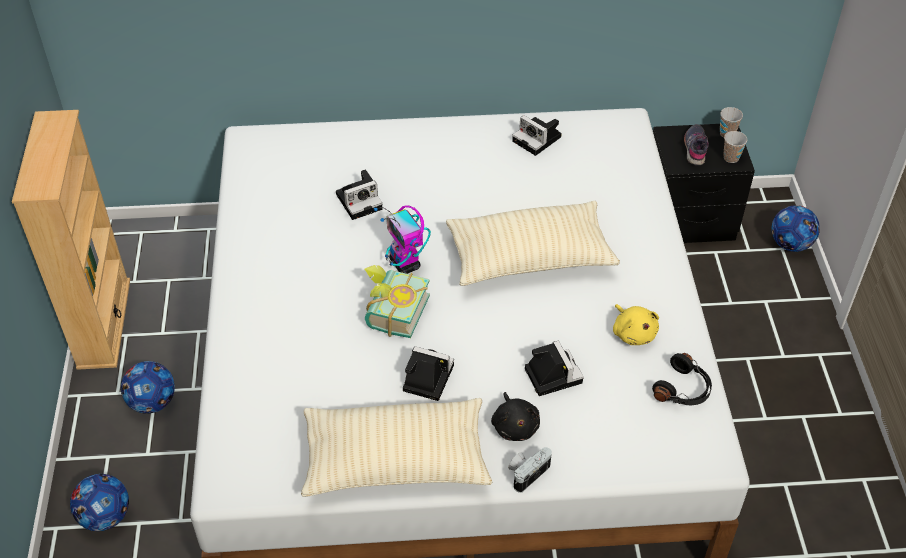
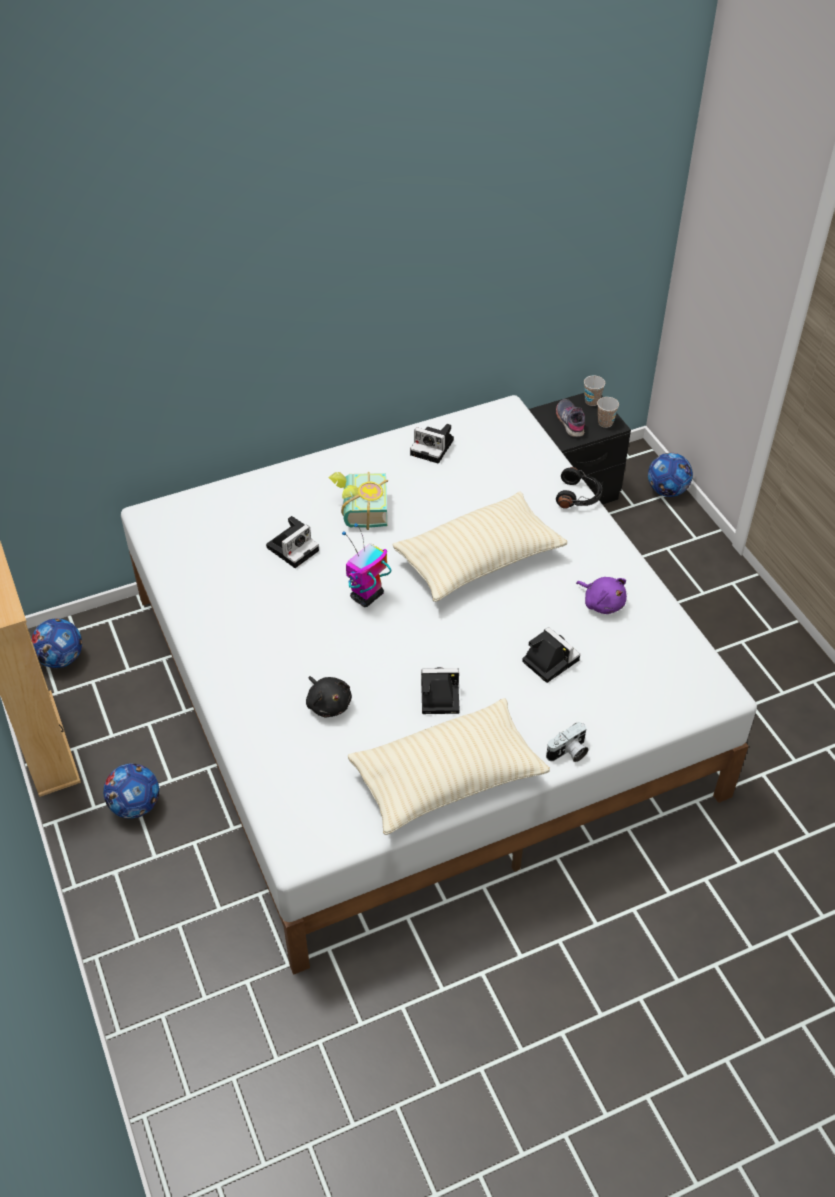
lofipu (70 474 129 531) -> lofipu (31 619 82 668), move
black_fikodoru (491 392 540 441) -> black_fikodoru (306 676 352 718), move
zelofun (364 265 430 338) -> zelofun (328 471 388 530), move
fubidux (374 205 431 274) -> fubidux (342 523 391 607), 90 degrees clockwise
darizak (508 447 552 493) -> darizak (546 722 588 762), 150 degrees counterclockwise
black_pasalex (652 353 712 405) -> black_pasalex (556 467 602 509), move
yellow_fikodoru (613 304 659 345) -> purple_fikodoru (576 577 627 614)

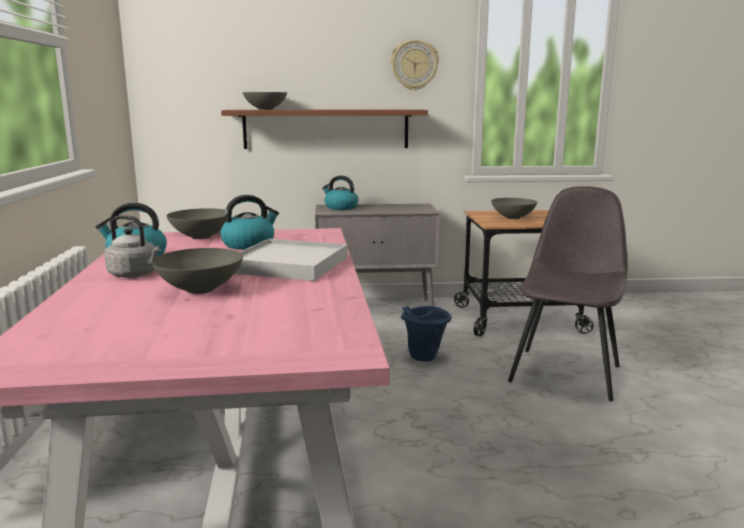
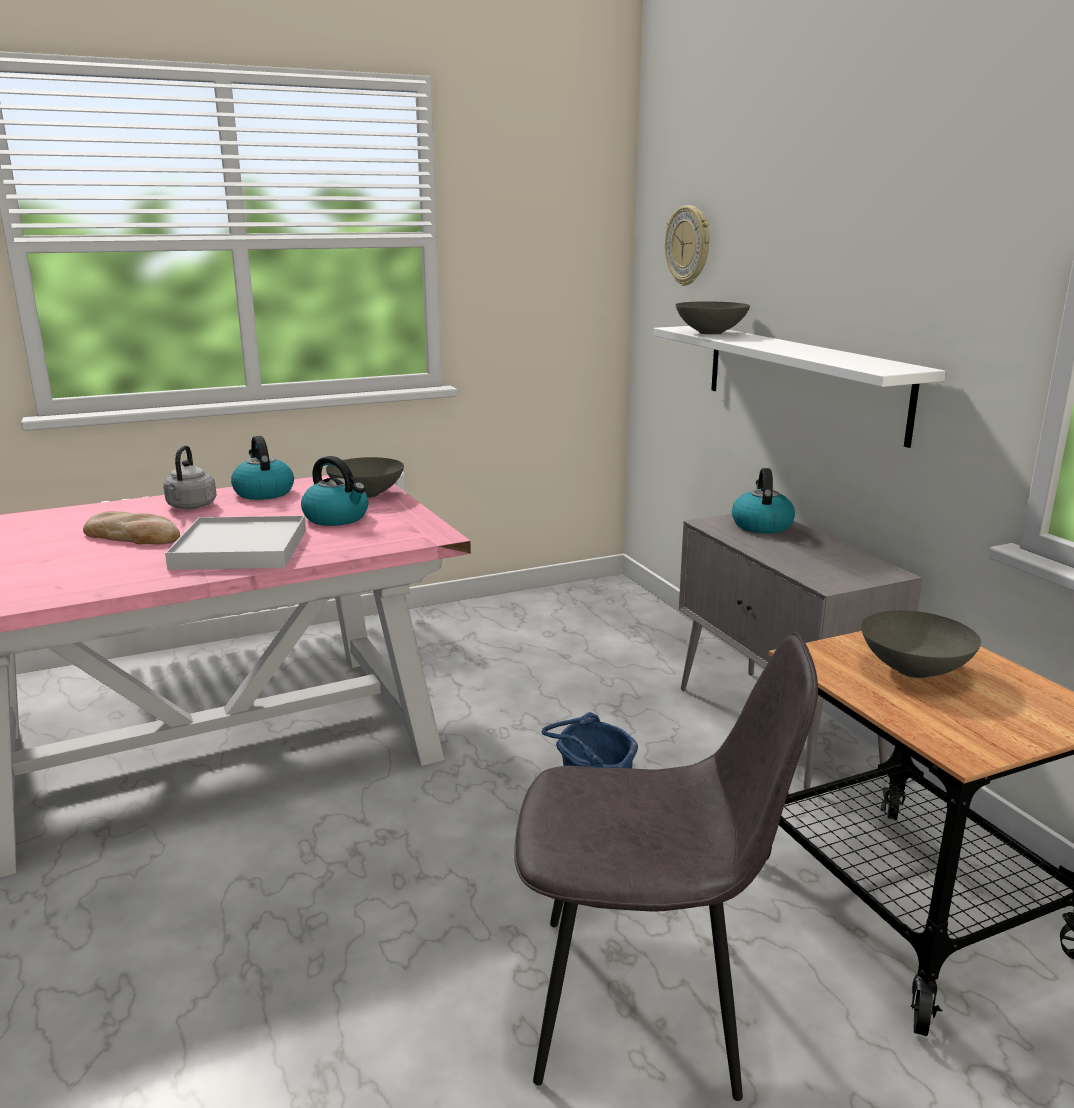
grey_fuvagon (152 248 243 294) -> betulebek (83 511 180 544)
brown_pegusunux (221 110 428 149) -> white_pegusunux (654 326 946 448)
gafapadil (391 39 439 90) -> gafapadil (665 205 710 286), move

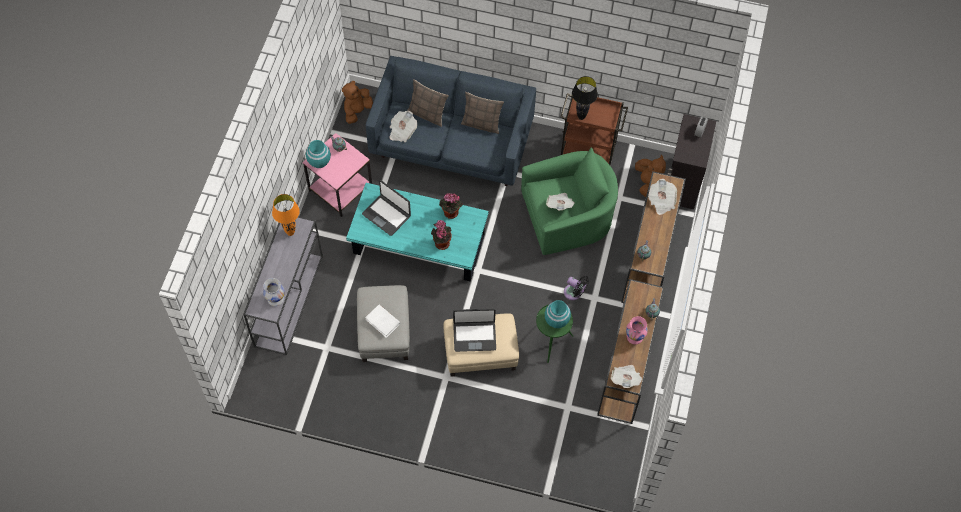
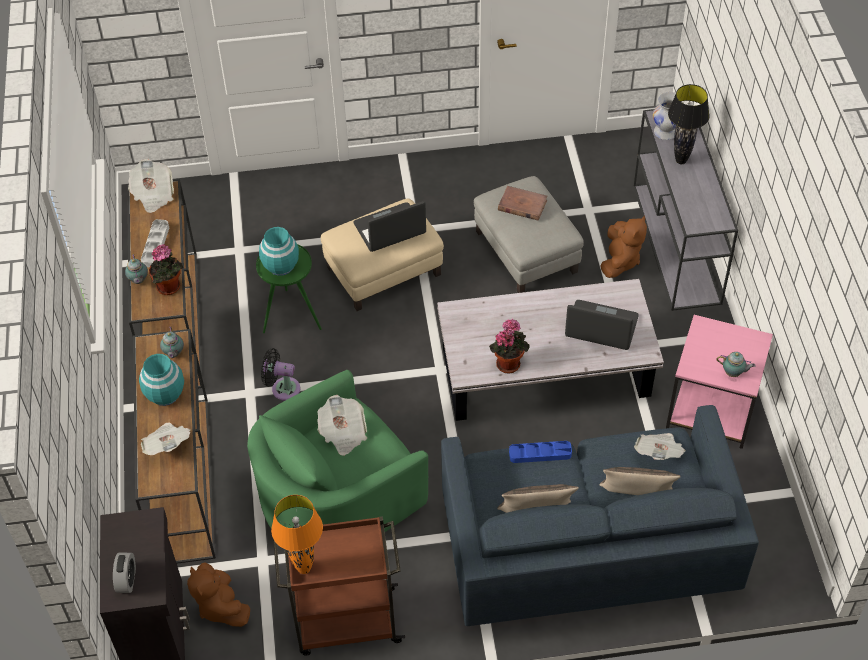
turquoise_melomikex (306 140 331 168) -> turquoise_melomikex (139 354 184 406), move
pink_melomikex (626 316 648 344) -> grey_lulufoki (141 219 169 267)
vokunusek (431 220 452 250) -> vokunusek (149 244 183 295), move
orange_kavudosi (272 194 300 236) -> orange_kavudosi (271 495 323 574), move
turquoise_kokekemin (346 183 489 282) -> white_kokekemin (437 279 664 421)
white_zelofun (365 304 401 338) -> brown_zelofun (498 186 547 221)
none -> blue_lulufoki (509 441 572 463)
brown_fikodoru (342 81 373 124) -> brown_fikodoru (600 215 647 278), move
black_kavudosi (572 76 598 120) -> black_kavudosi (668 84 710 164), move

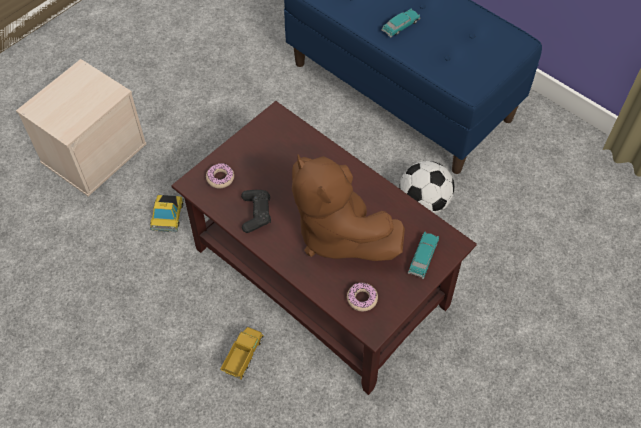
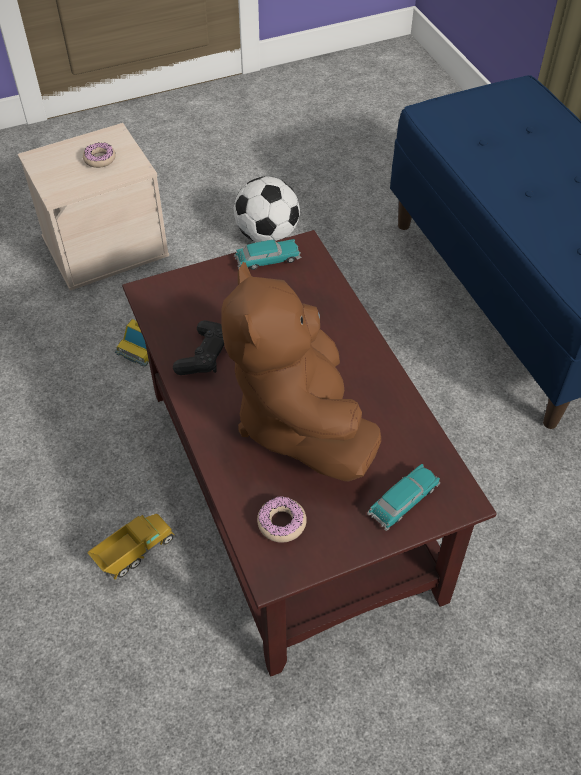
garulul (206 163 234 188) -> garulul (83 143 116 168), move
lofipu (399 161 455 214) -> lofipu (234 177 300 242), move
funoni (381 8 420 38) -> funoni (234 239 301 270), move

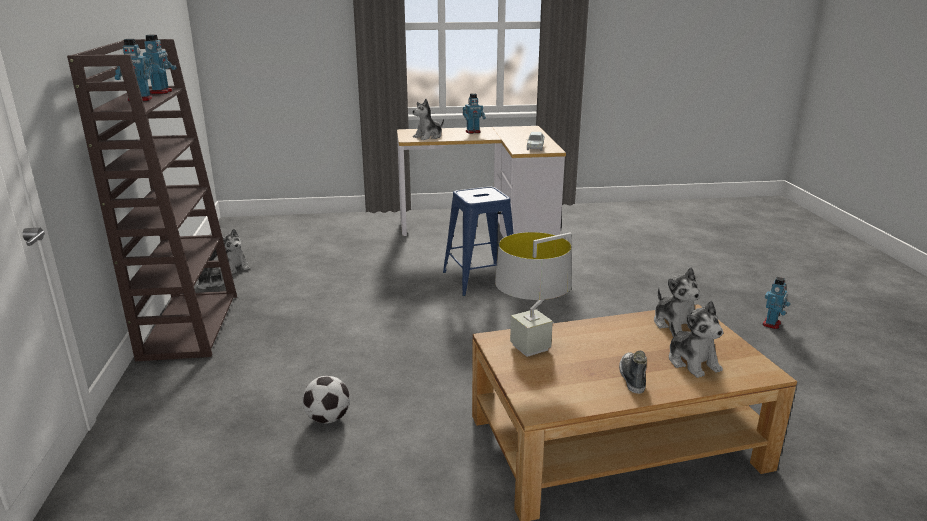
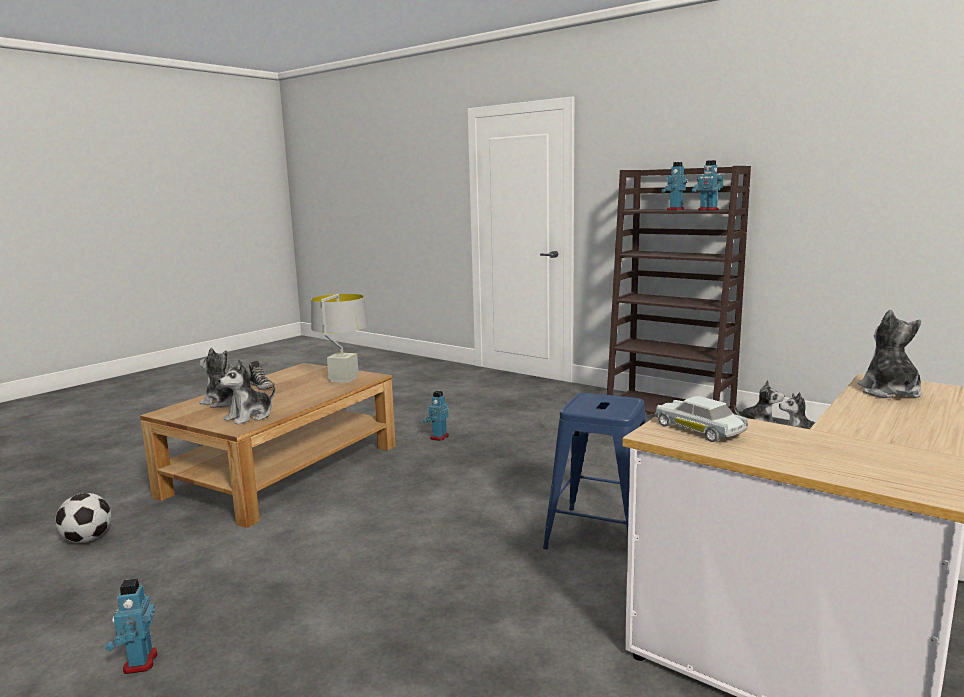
lofipu (302 376 350 423) -> lofipu (55 493 111 543), move
fikodoru (654 267 700 334) -> fikodoru (218 360 275 425), 75 degrees counterclockwise
fubidux (463 93 486 134) -> fubidux (423 391 449 441), move

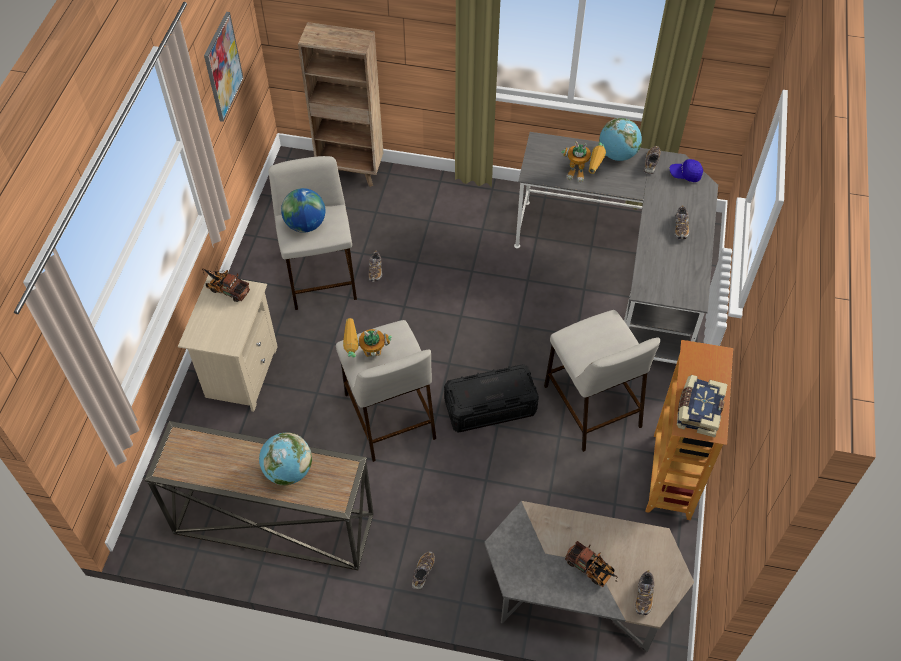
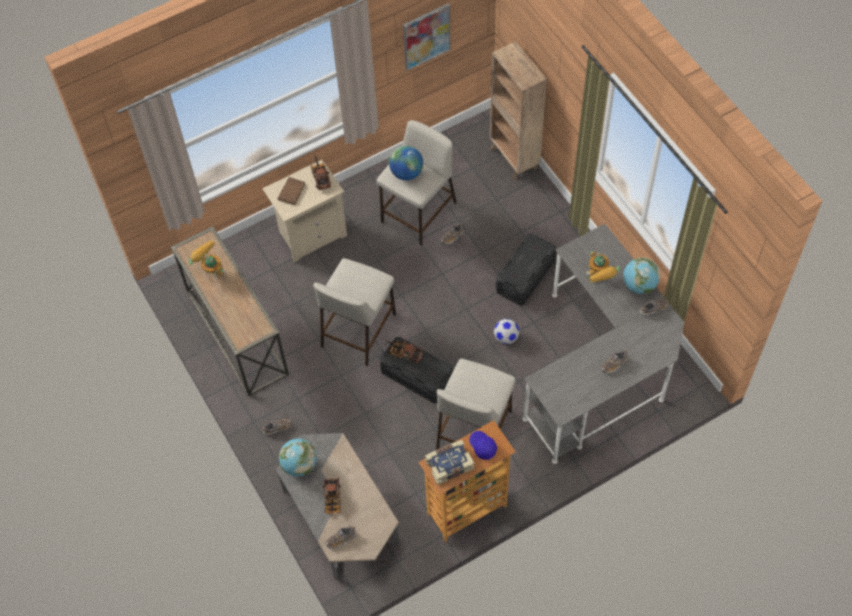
fubidux (343 318 392 358) -> fubidux (189 240 226 277), move
none -> brown_zelofun (277 177 305 205)
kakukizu (259 432 312 486) -> kakukizu (279 439 317 476), move
none -> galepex (386 340 423 364)
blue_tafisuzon (669 159 703 182) -> blue_tafisuzon (469 431 497 460), move
none -> lofipu (494 319 519 344)
none -> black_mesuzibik (496 234 556 306)

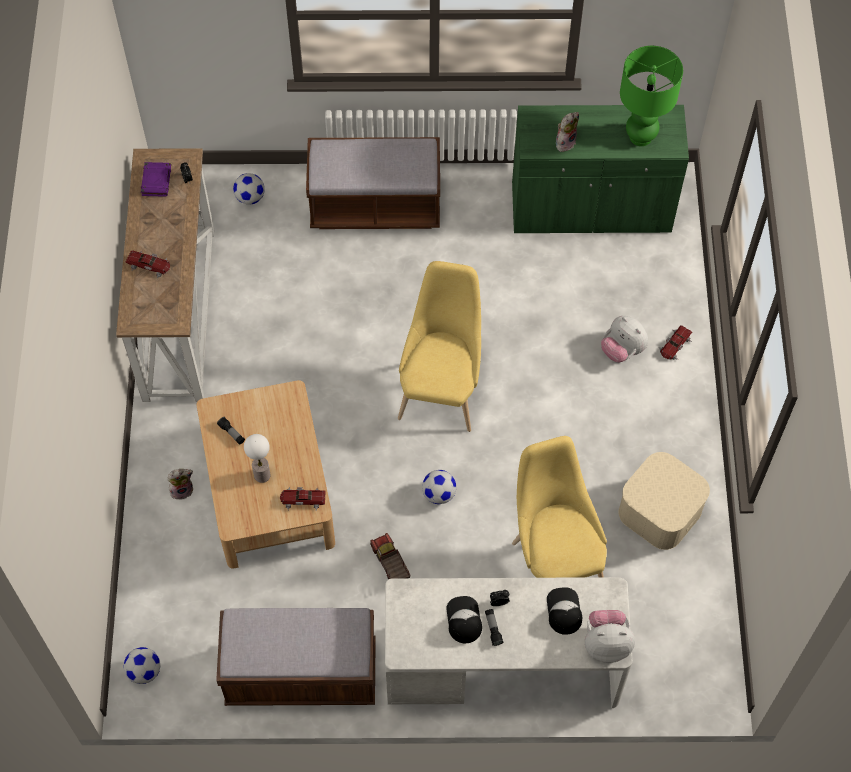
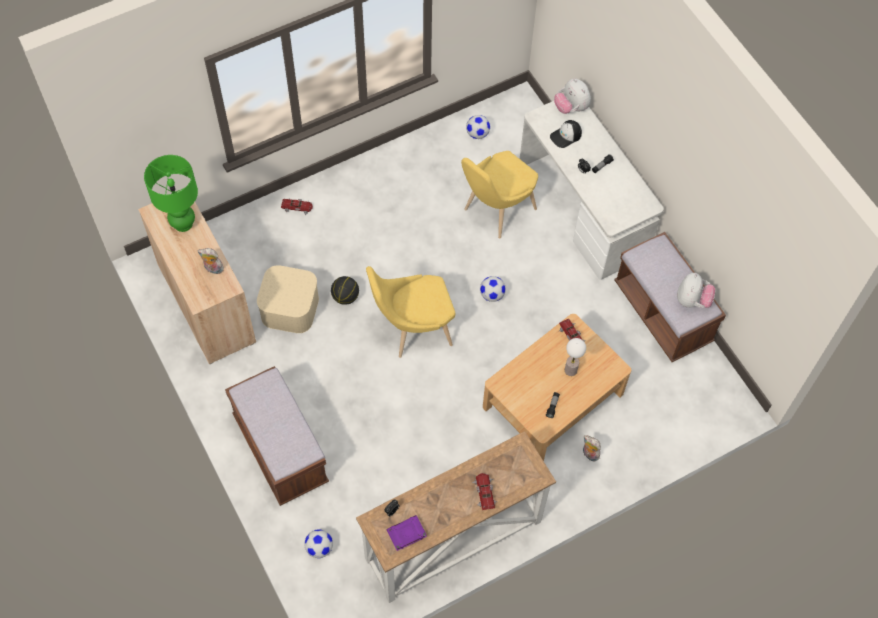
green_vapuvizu (512 105 689 233) -> beige_vapuvizu (138 202 256 364)
beige_mesuzibik (619 452 710 550) -> beige_mesuzibik (257 265 319 333), move
none -> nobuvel (331 276 359 305)
lofipu (124 647 160 684) -> lofipu (466 115 490 139), move
fikodoru (601 316 648 363) -> fikodoru (677 273 715 308), move
galepex (370 533 411 579) -> none
tafisuzon (446 596 482 643) -> none

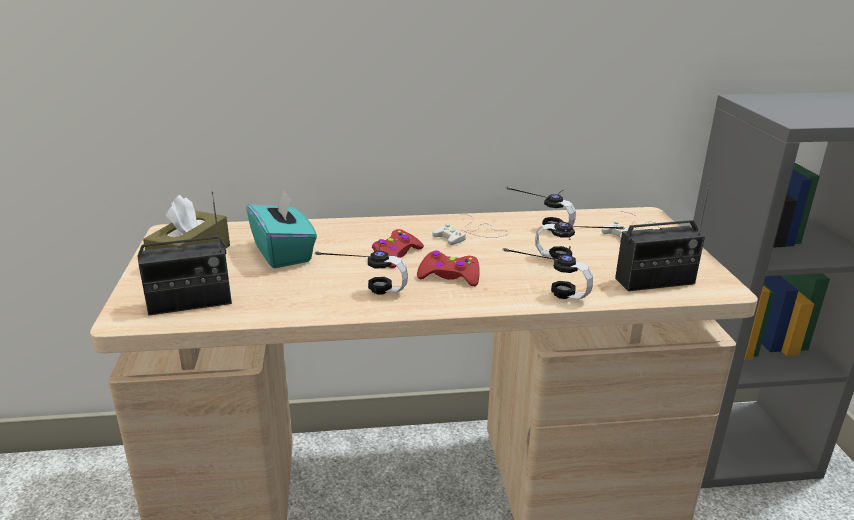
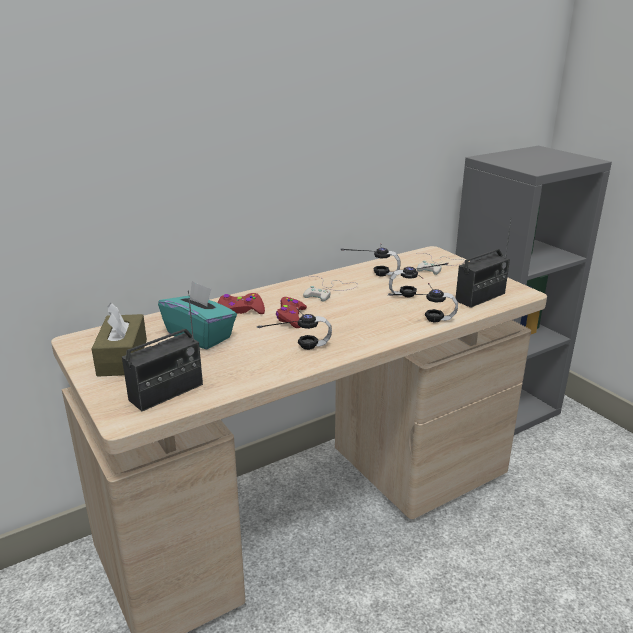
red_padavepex (417 250 480 286) -> red_padavepex (218 293 265 314), move

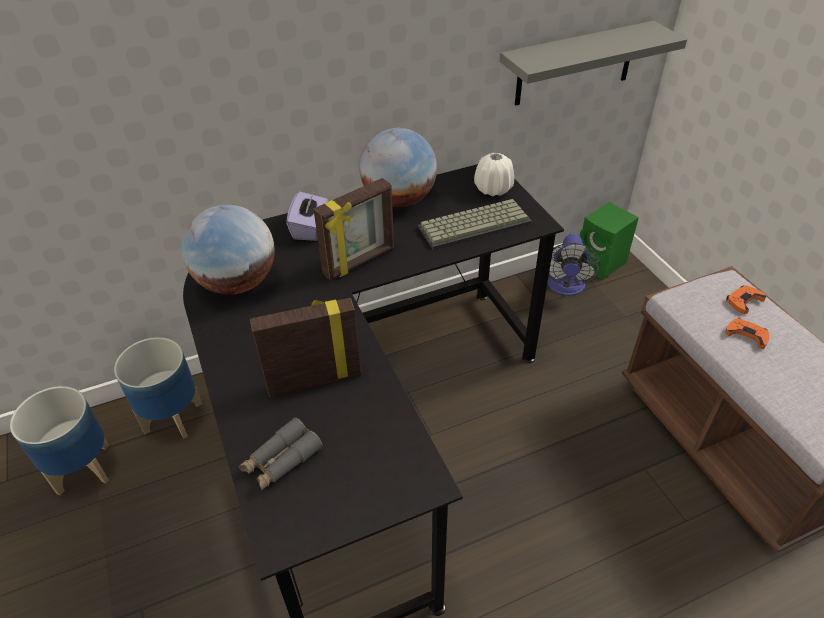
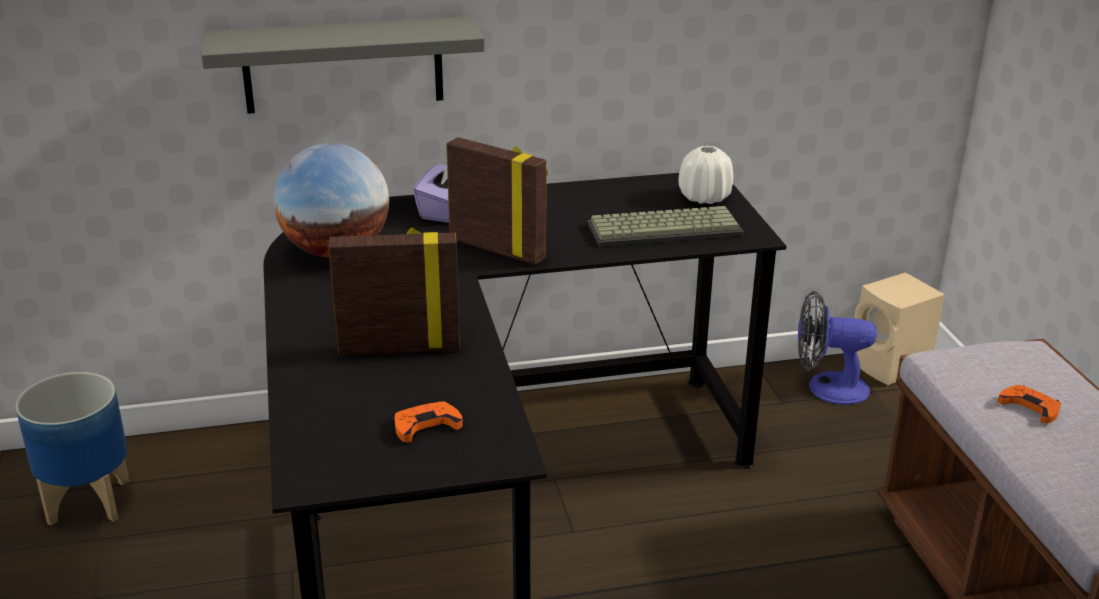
grey_pegusunux (500 21 687 106) -> grey_pegusunux (201 16 485 114), move
orange_padavepex (727 285 766 314) -> orange_padavepex (395 401 463 442), move
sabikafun (314 178 394 281) -> sabikafun (446 137 548 265), 120 degrees counterclockwise
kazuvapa (547 234 600 295) -> kazuvapa (798 291 877 405), 75 degrees clockwise
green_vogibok (580 202 639 280) -> beige_vogibok (854 272 945 385)
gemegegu (114 337 202 439) -> none
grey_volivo (239 418 323 491) -> none
kakukizu (359 128 437 207) -> none

